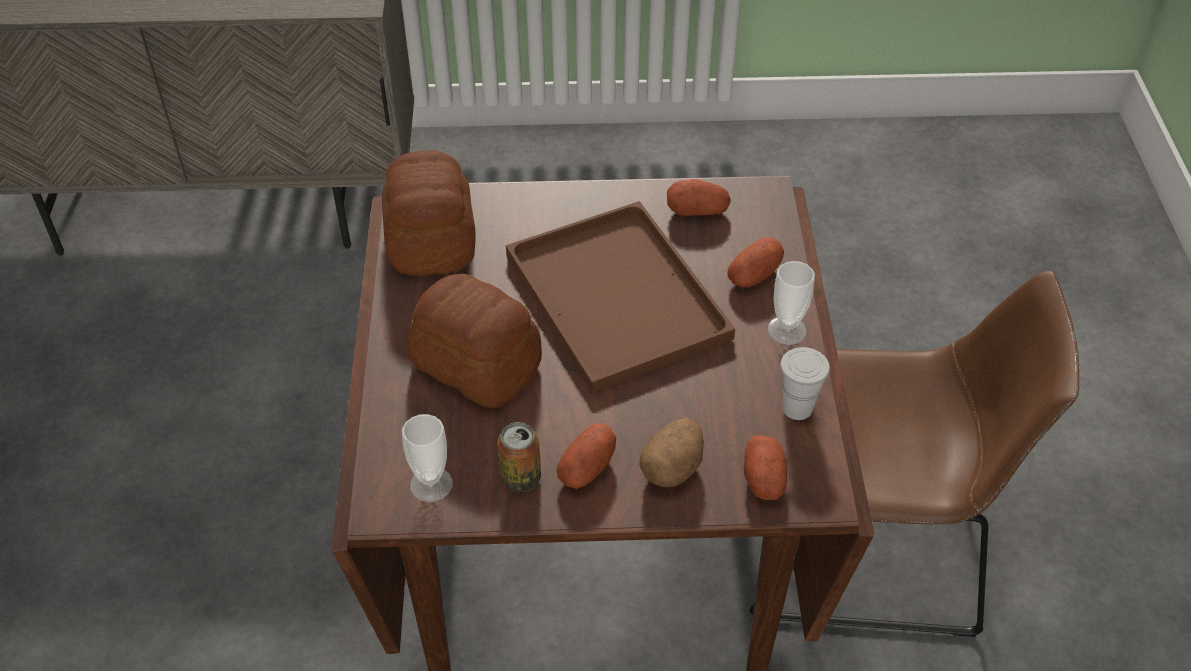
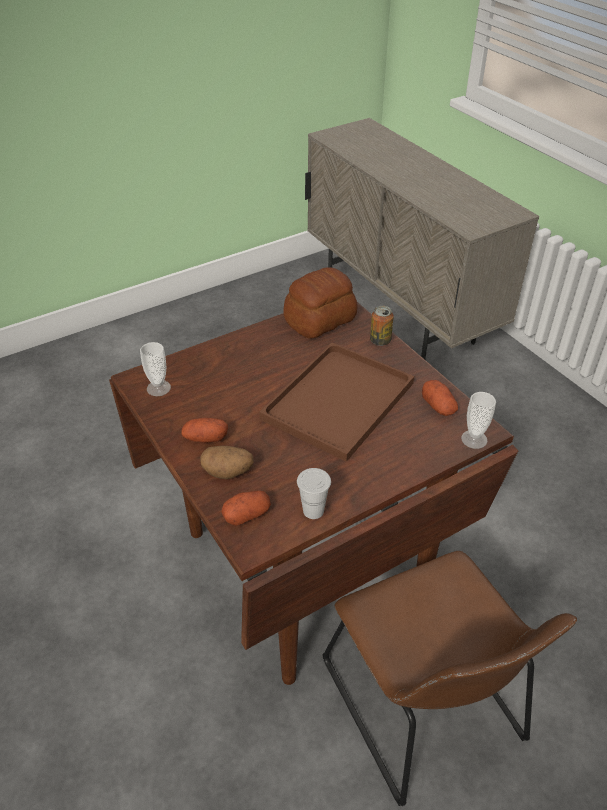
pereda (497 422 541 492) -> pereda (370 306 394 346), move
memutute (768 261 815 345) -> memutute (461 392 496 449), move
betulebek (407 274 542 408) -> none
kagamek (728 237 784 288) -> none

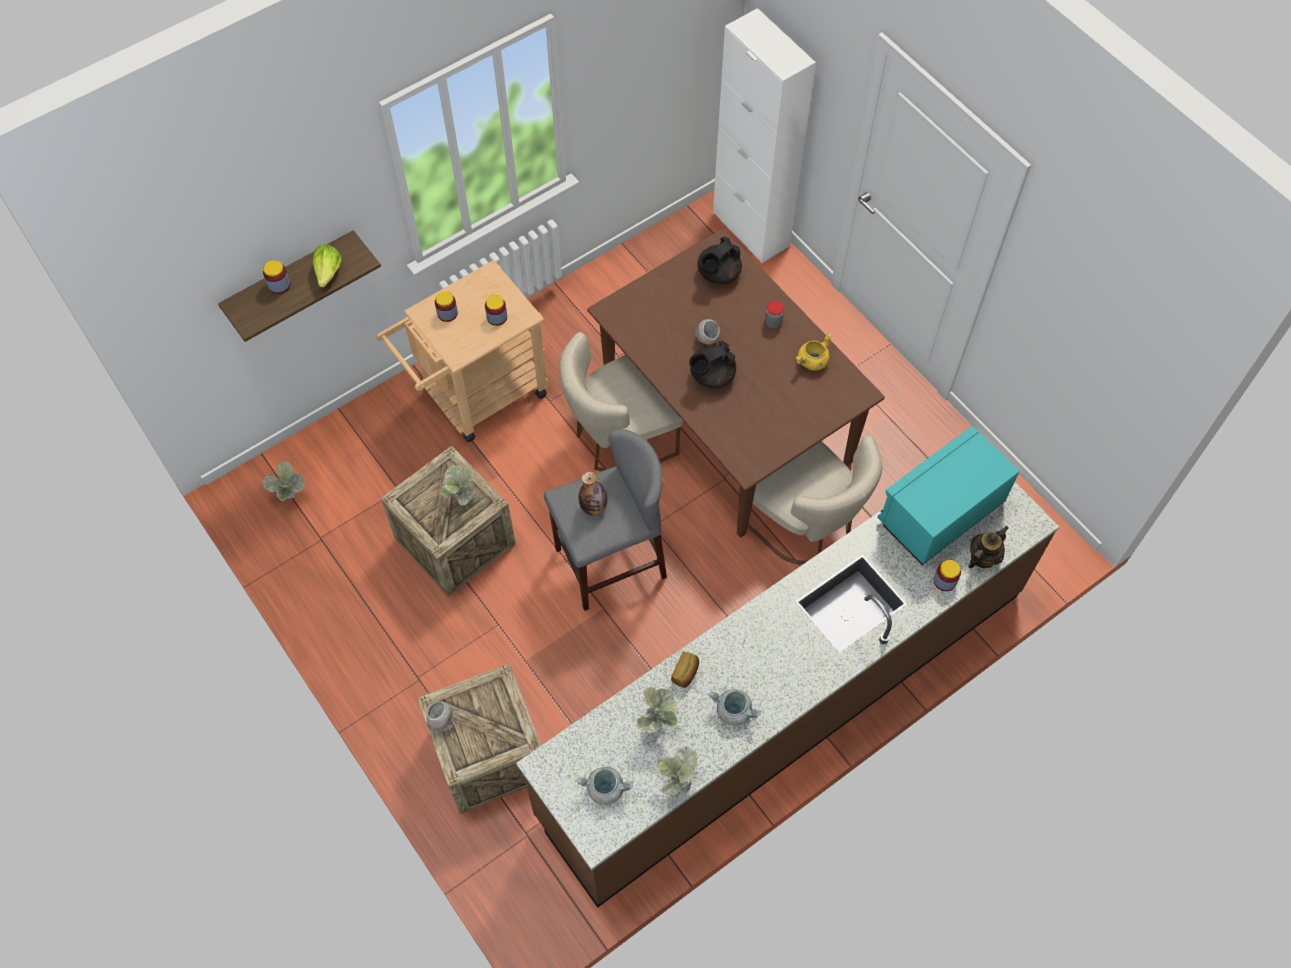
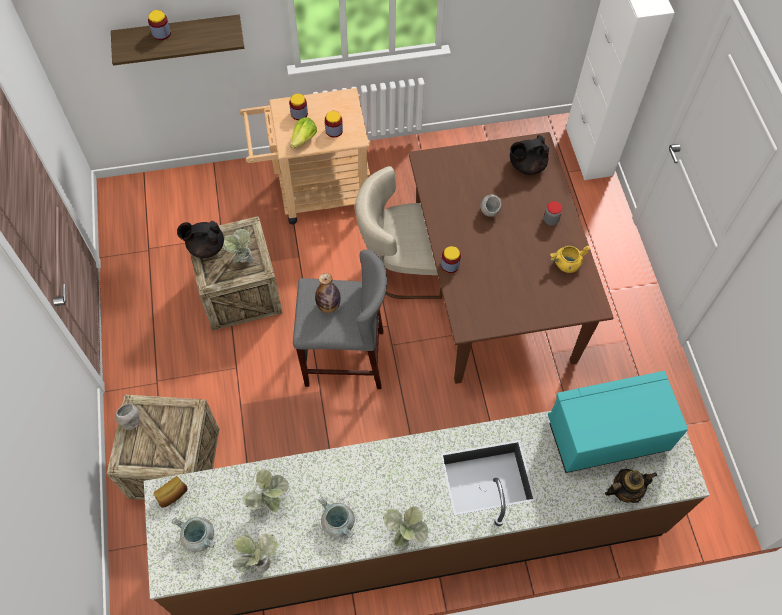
betulebek (671 652 699 688) -> betulebek (154 476 187 508), move
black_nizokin (689 341 736 389) -> black_nizokin (177 221 224 258), move
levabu (313 244 342 287) -> levabu (290 117 317 149), move
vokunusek (262 461 305 501) -> vokunusek (383 506 428 547), move
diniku (933 560 961 591) -> diniku (441 246 461 273), move
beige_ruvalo (748 436 882 564) -> none

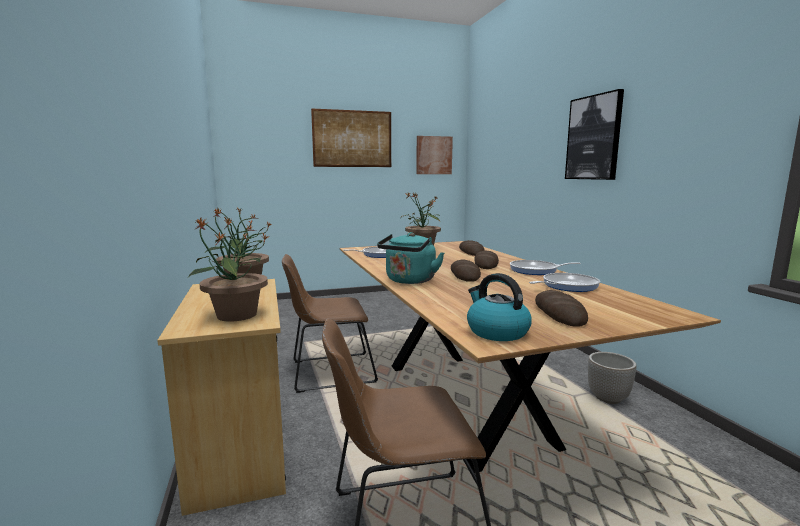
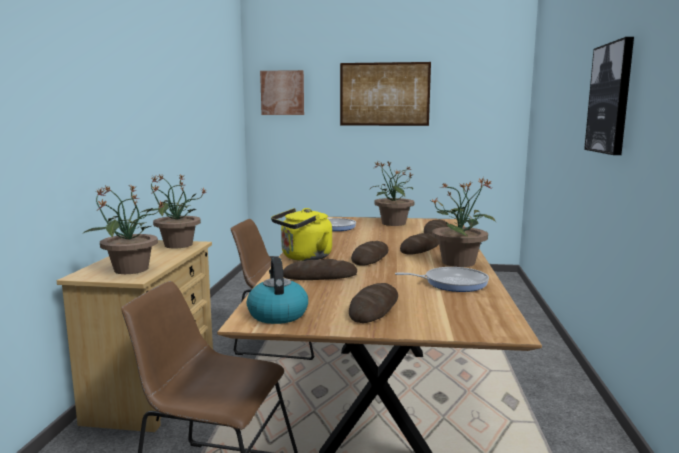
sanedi (416 136 453 174) -> sanedi (260 70 304 115), move
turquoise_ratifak (377 232 444 284) -> yellow_ratifak (271 208 332 261)
none -> betulebek (283 259 357 280)
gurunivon (510 260 581 275) -> vokunusek (432 177 496 267)
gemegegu (588 352 637 404) -> none

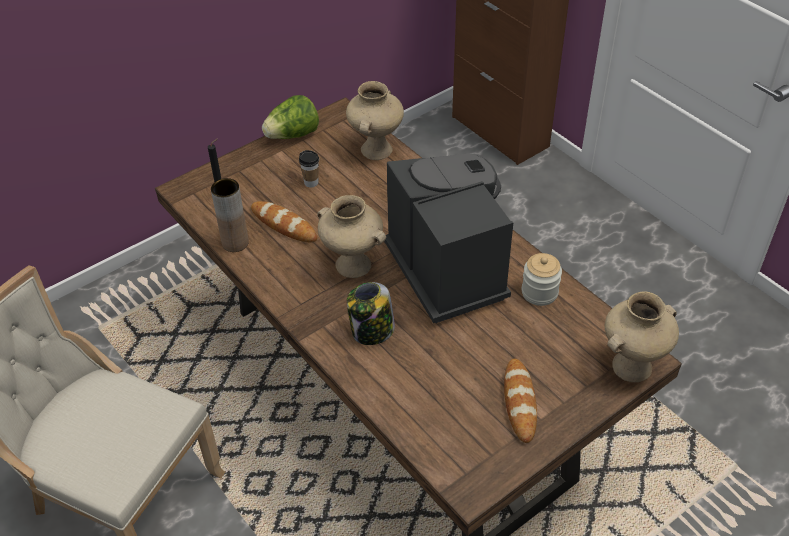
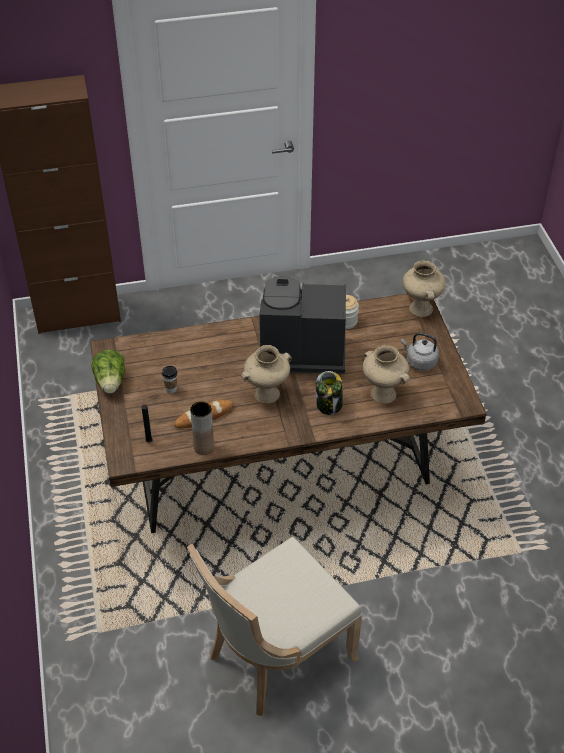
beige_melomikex (346 81 404 160) -> beige_melomikex (363 345 410 404), move
betulebek (504 359 537 443) -> grey_ratifak (401 332 439 371)

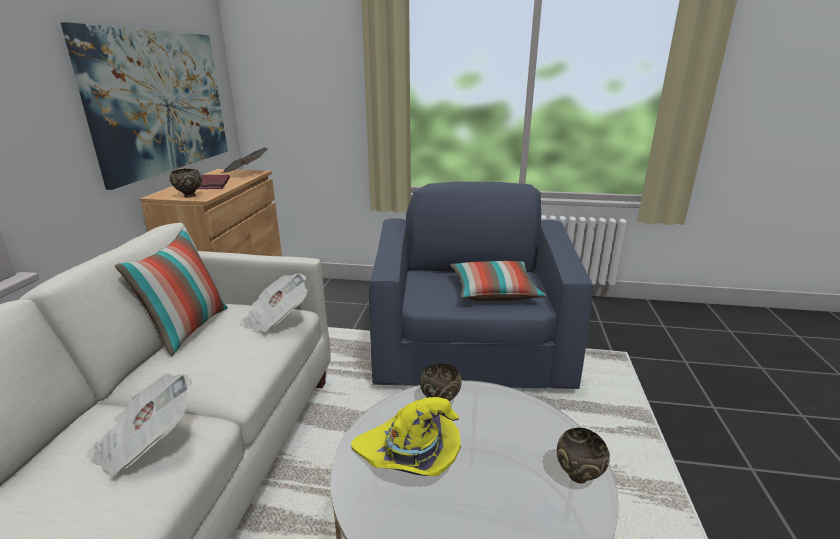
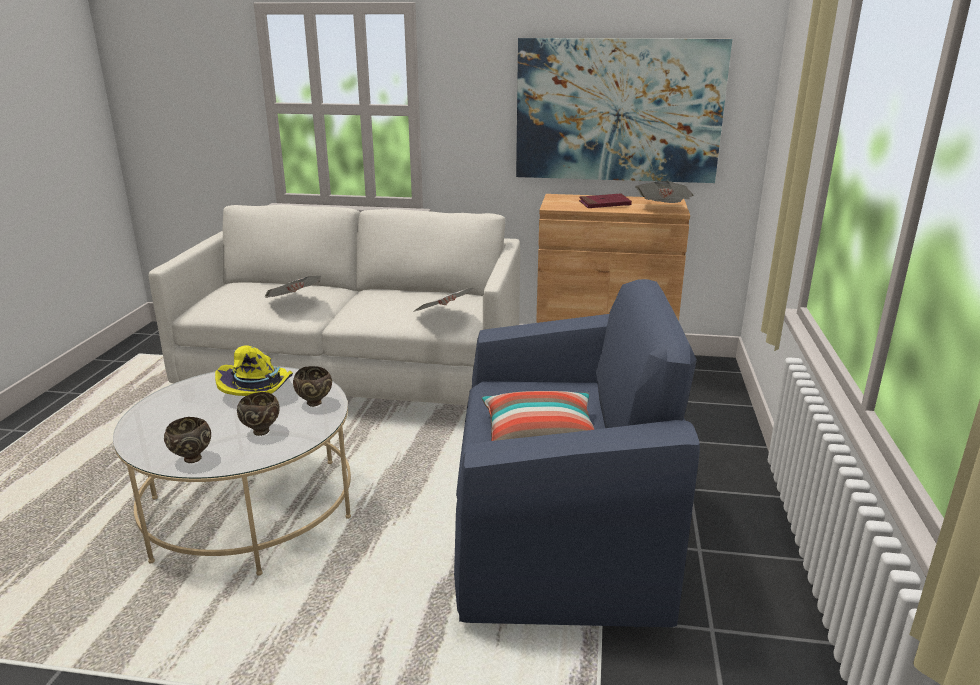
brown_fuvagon (170 169 202 198) -> brown_fuvagon (237 392 280 436), move
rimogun (115 228 228 356) -> none

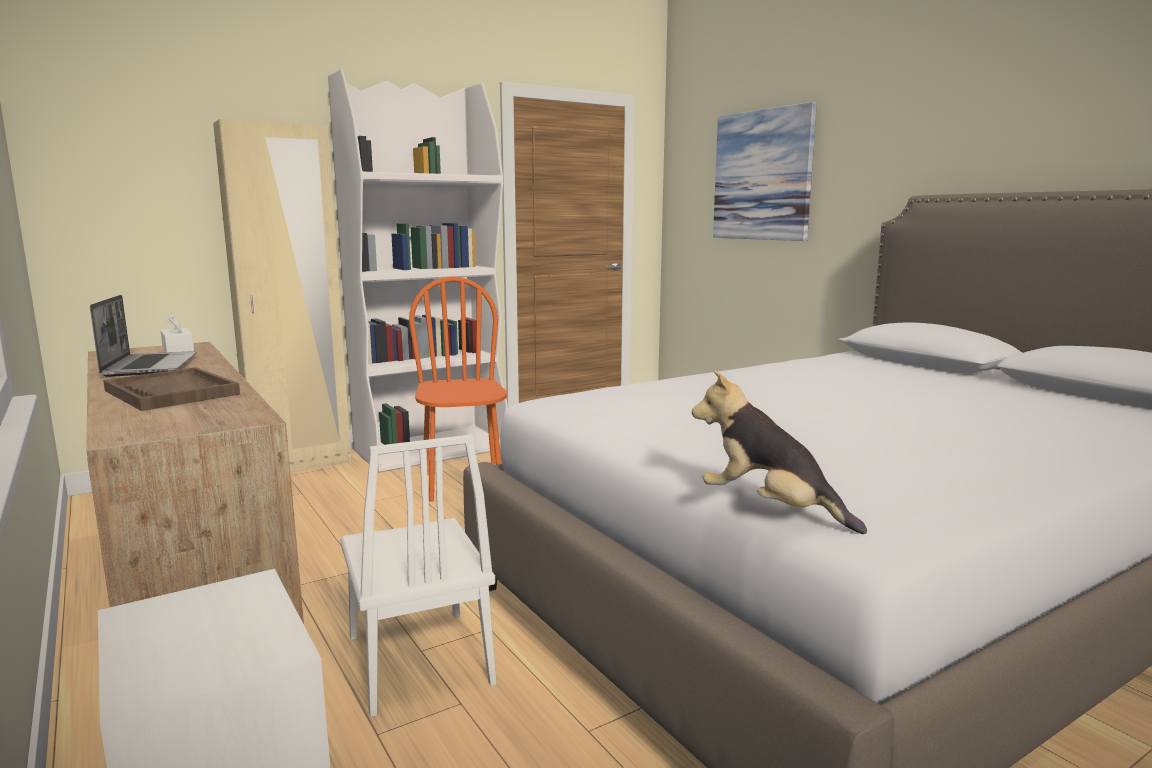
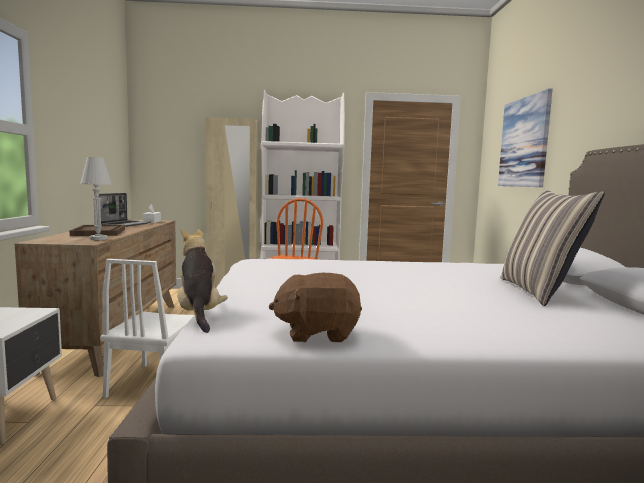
none -> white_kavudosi (80 157 112 240)
none -> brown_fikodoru (269 273 362 342)
none -> rimogun (501 189 605 306)

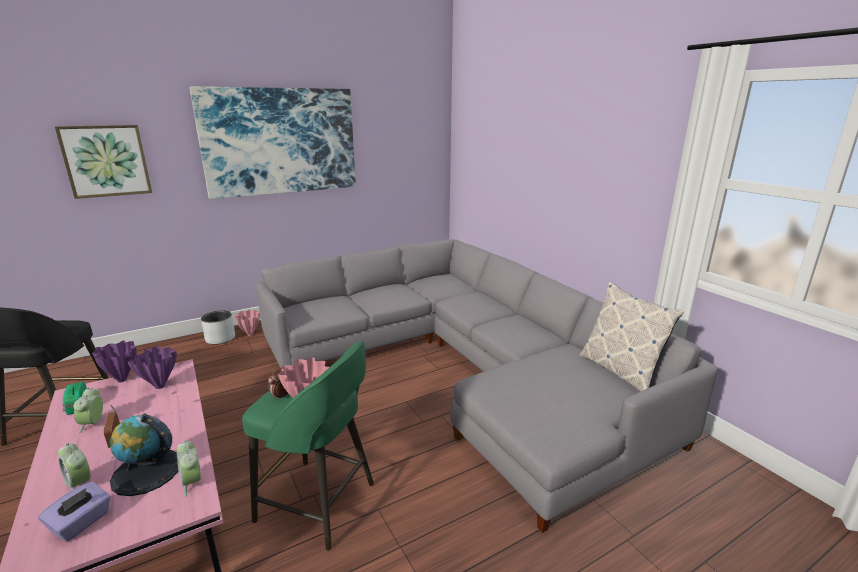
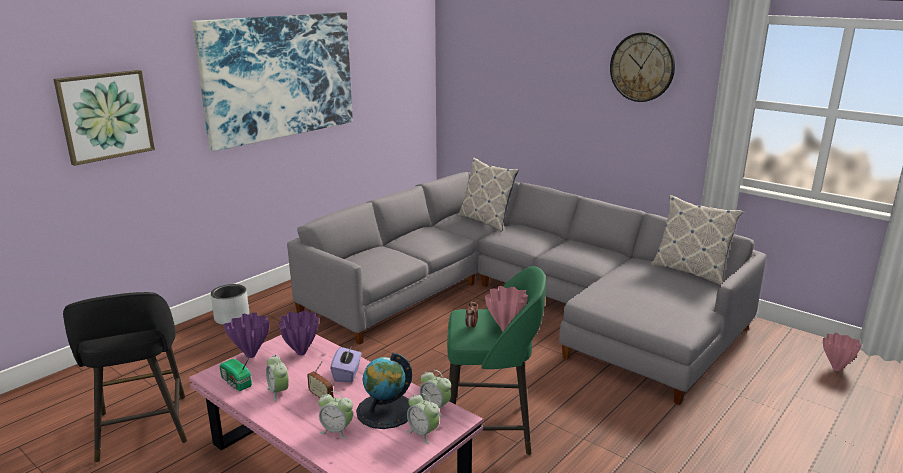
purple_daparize (38 481 111 542) -> purple_daparize (330 346 362 382), move
none -> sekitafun (407 393 439 444)
none -> rimogun (458 157 519 232)
none -> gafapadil (610 32 675 102)
pink_melomikex (235 310 260 336) -> pink_melomikex (823 333 862 371), move

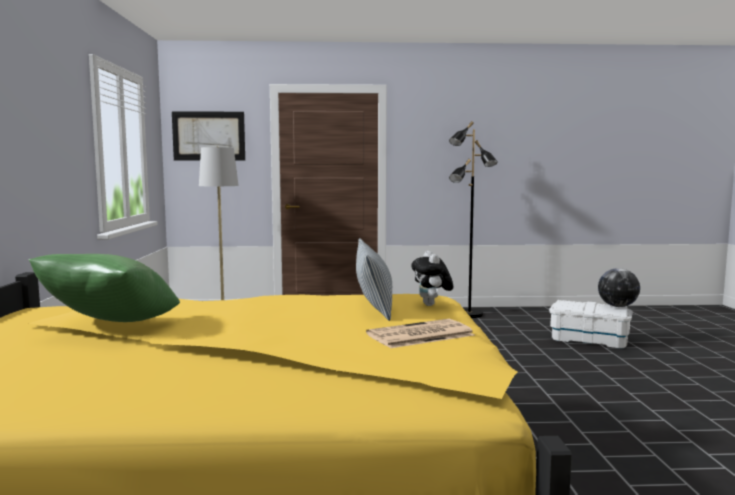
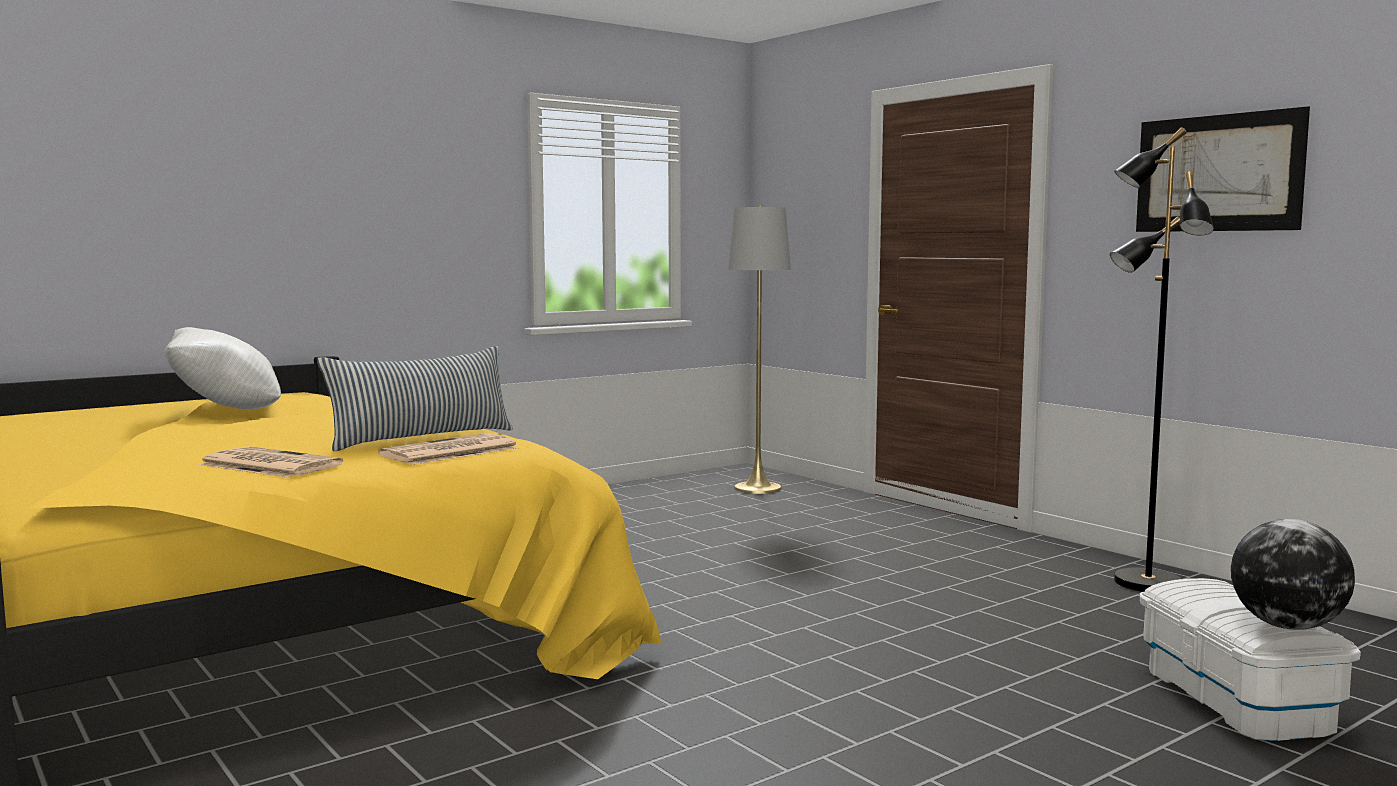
green_rimogun (29 254 180 322) -> white_rimogun (164 327 281 409)
fikodoru (411 251 453 306) -> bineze (378 433 519 465)
sanedi (172 111 245 161) -> sanedi (1136 106 1310 232), move

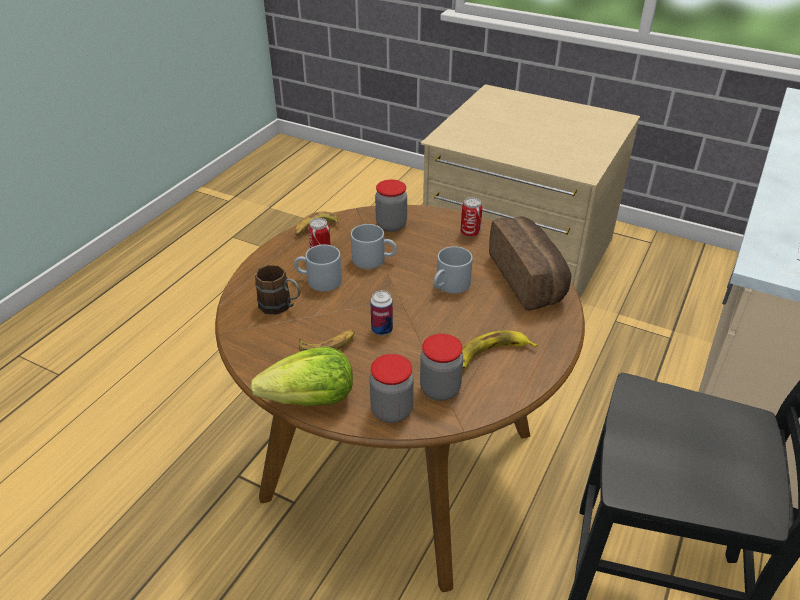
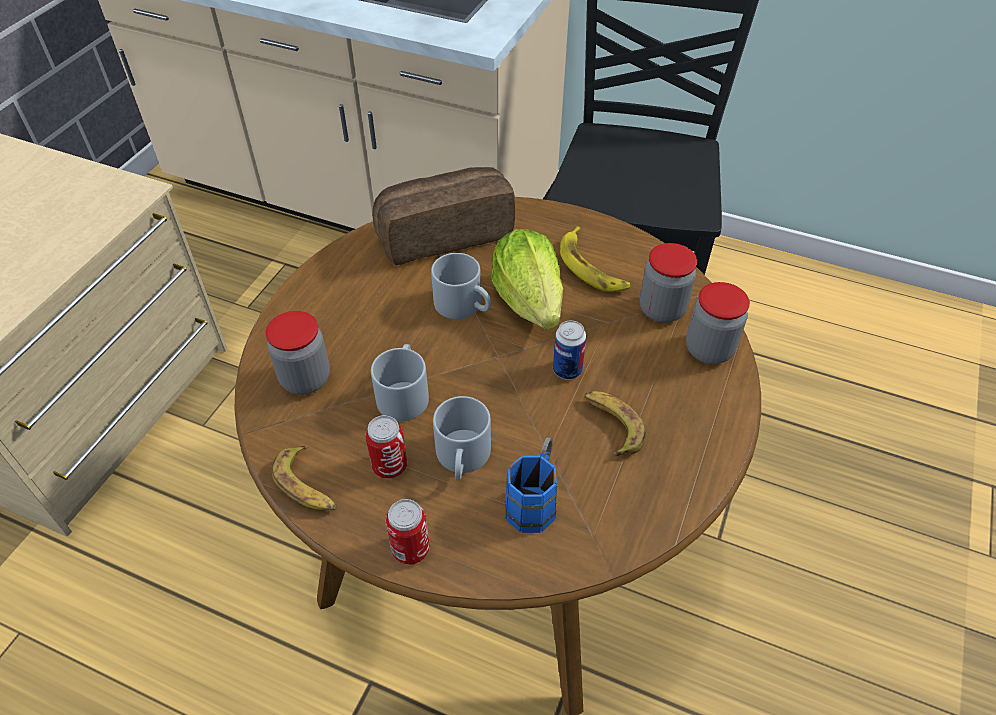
pereda (461 197 483 237) -> pereda (385 499 430 565), move
levabu (250 347 353 406) -> levabu (491 229 563 329), move
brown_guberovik (255 265 300 314) -> blue_guberovik (505 437 558 533)

